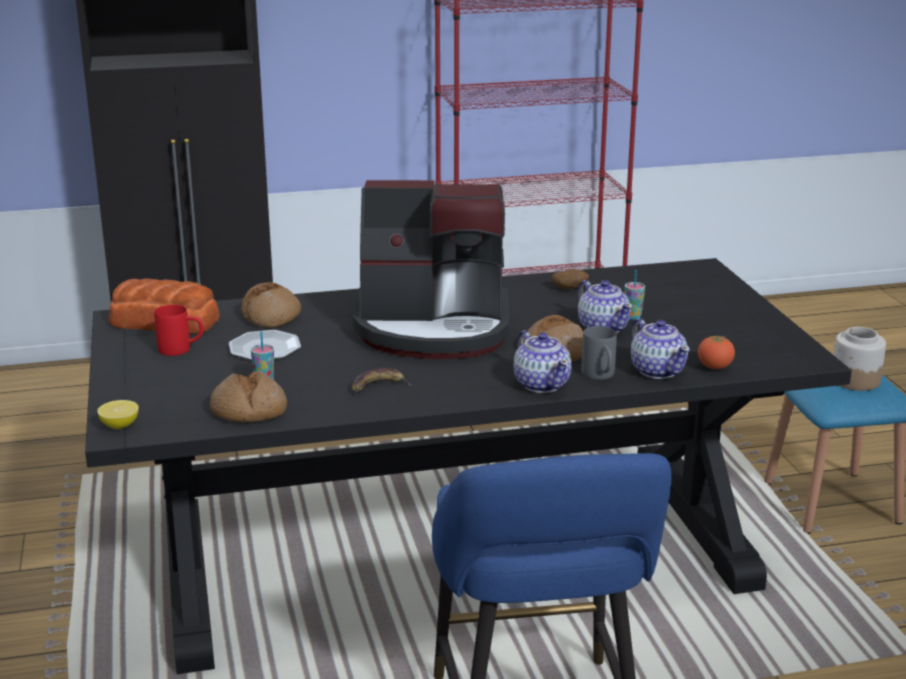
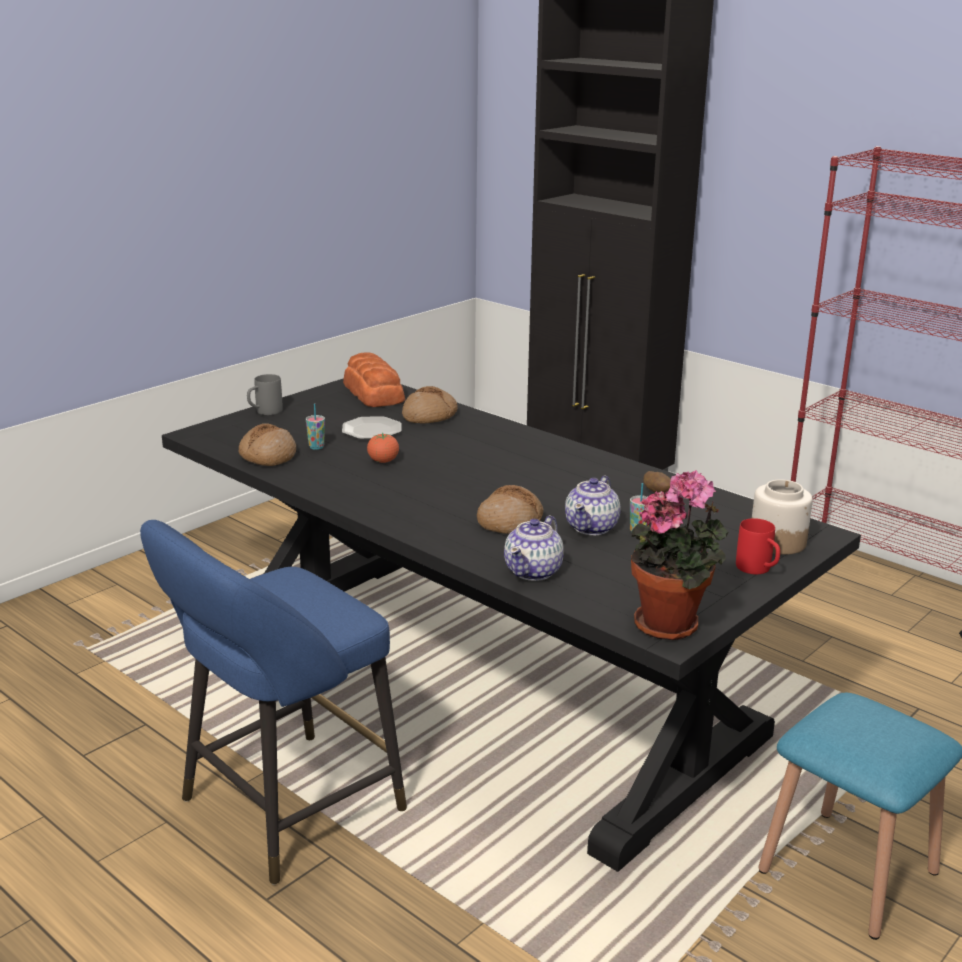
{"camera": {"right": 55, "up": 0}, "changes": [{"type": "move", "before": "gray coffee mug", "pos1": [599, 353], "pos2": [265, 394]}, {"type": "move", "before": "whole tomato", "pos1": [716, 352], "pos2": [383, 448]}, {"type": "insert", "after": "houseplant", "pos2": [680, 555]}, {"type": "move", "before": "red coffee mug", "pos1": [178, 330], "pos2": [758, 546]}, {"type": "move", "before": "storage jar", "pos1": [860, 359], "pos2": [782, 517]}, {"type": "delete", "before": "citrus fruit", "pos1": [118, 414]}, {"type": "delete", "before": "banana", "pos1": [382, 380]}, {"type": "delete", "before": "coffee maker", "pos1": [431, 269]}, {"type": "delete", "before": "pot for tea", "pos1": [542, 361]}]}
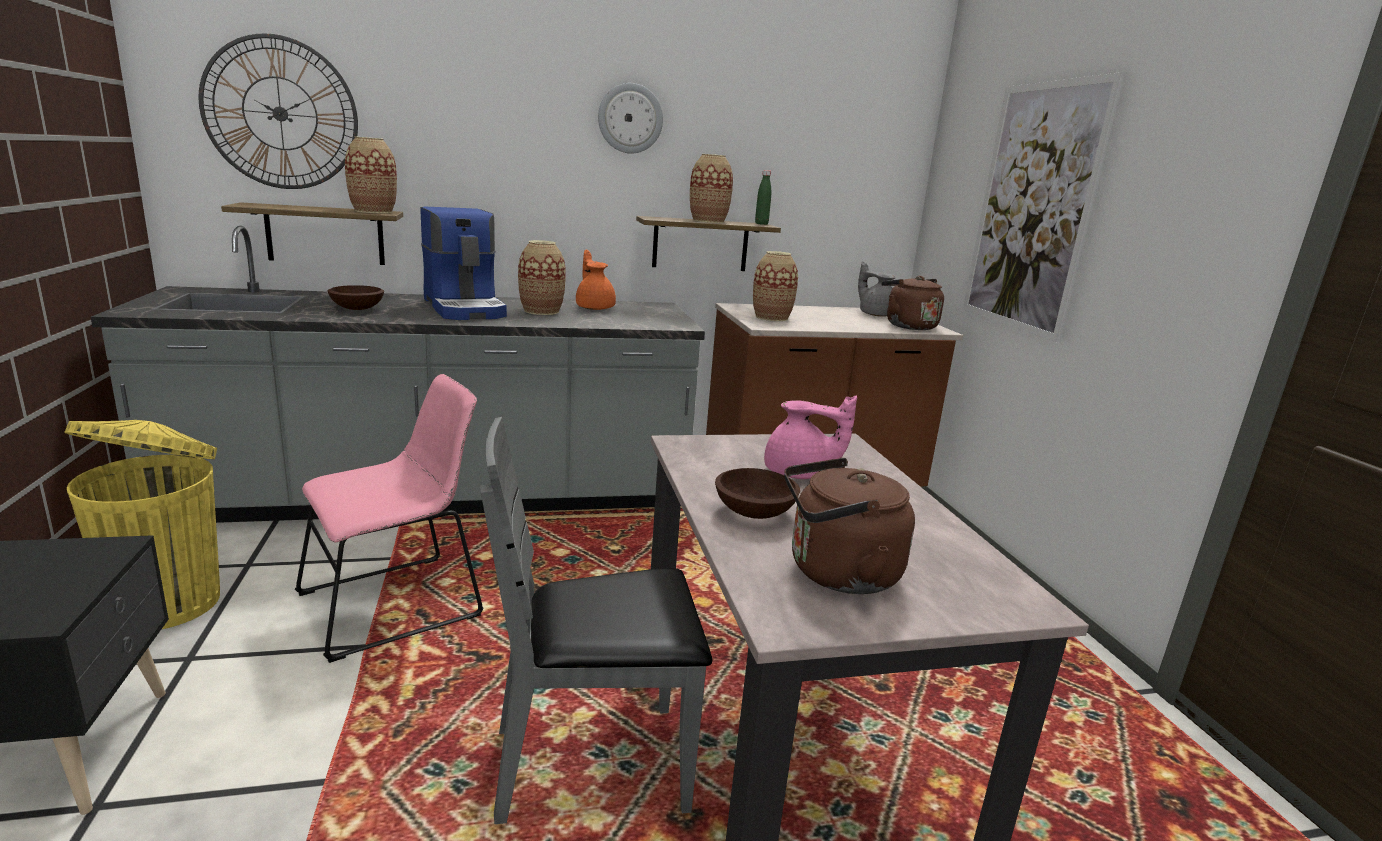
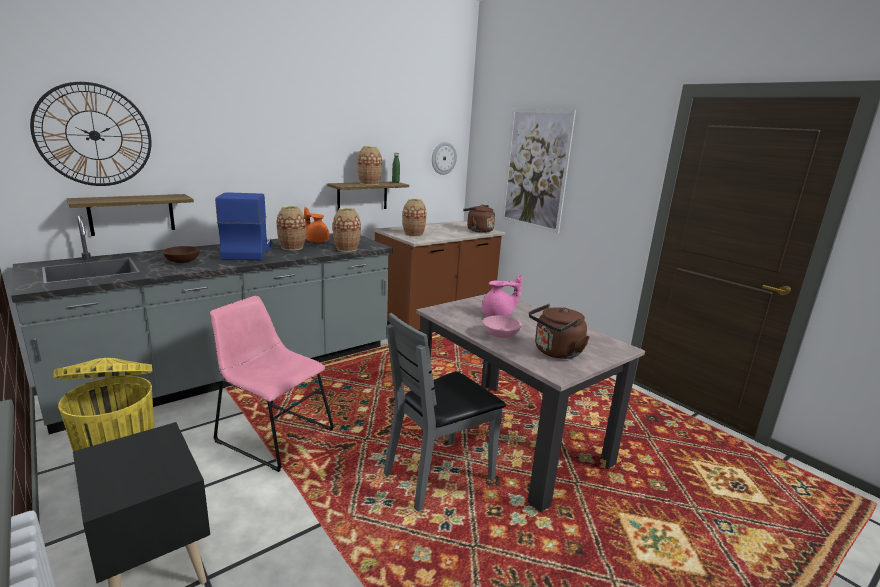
{"camera": {"right": -25, "up": 0}, "changes": [{"type": "rotate", "before": "pink upright chair", "pos1": [389, 518], "pos2": [272, 384], "turn": -90}, {"type": "rotate", "before": "coffee maker", "pos1": [464, 263], "pos2": [243, 226], "turn": -135}, {"type": "move", "before": "decorative vase", "pos1": [371, 174], "pos2": [347, 229]}, {"type": "move", "before": "clock on the wall", "pos1": [630, 118], "pos2": [444, 158]}, {"type": "recolor", "before": "brown-coloured bowl", "after": "pink bowl", "pos1": [757, 493], "pos2": [502, 326]}, {"type": "delete", "before": "gray pot for tea", "pos1": [877, 289]}]}
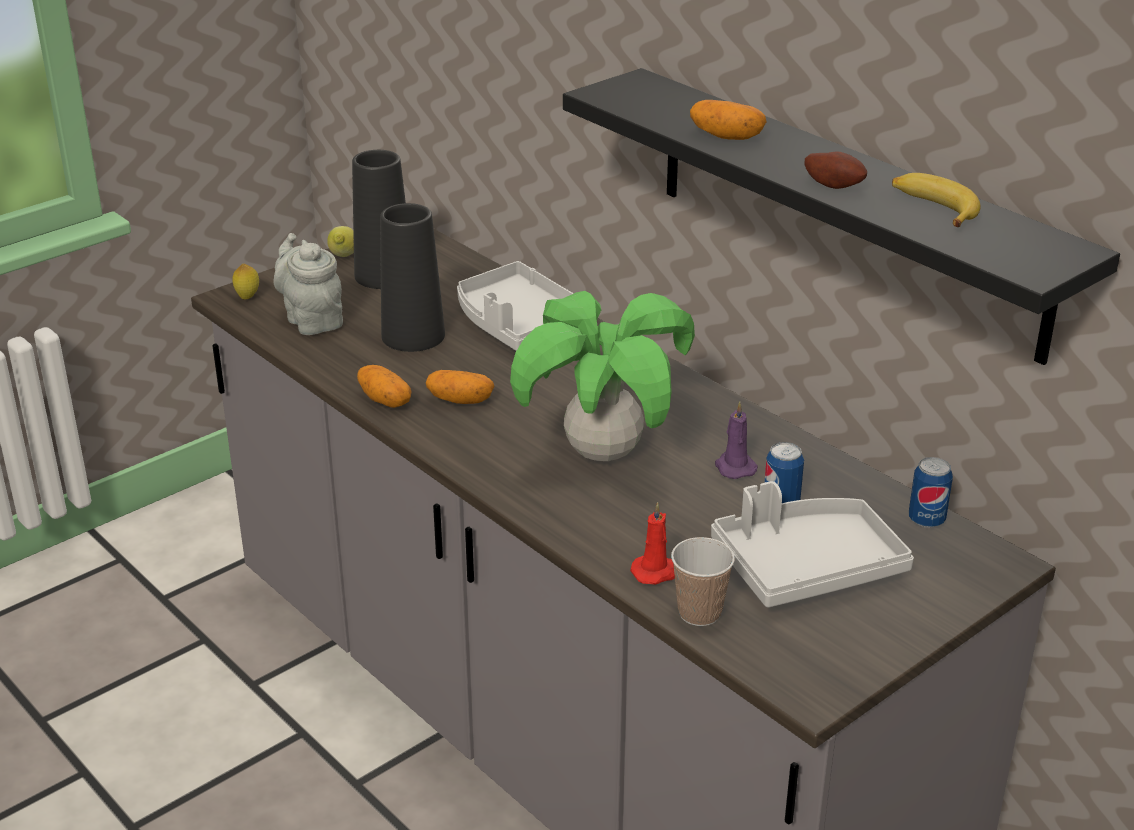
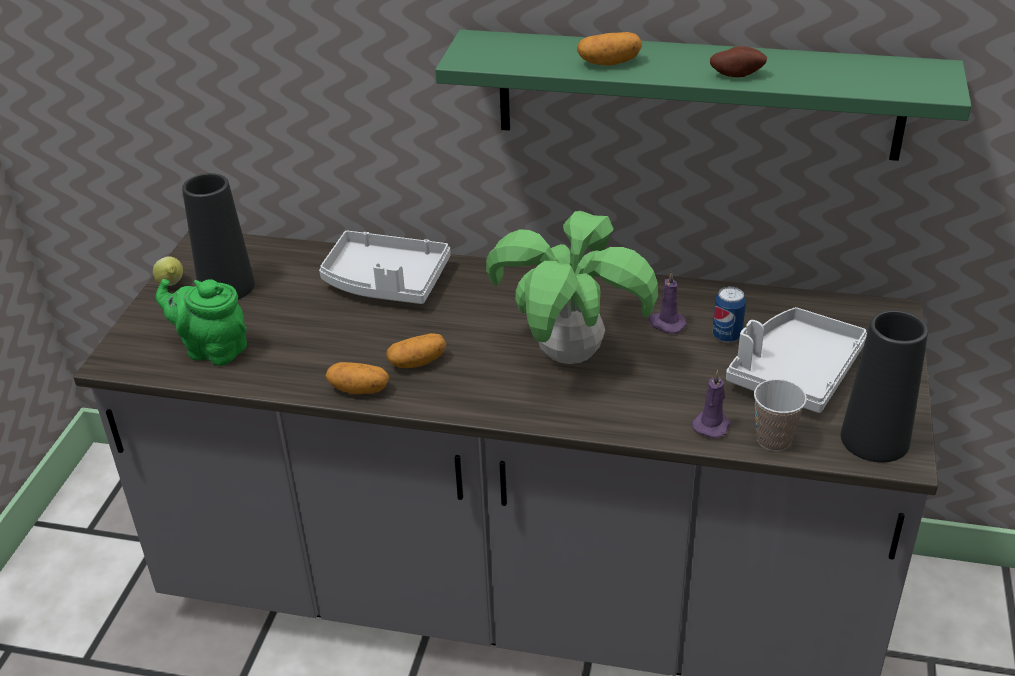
{"camera": {"right": -35, "up": 5}, "changes": [{"type": "recolor", "before": "gray pot for tea", "after": "green-coloured pot for tea", "pos1": [308, 284], "pos2": [201, 322]}, {"type": "recolor", "before": "black-coloured shelf", "after": "green-coloured shelf", "pos1": [841, 216], "pos2": [703, 95]}, {"type": "recolor", "before": "red wax light", "after": "purple-coloured wax light", "pos1": [652, 543], "pos2": [711, 404]}, {"type": "move", "before": "black-coloured decorative vase", "pos1": [412, 277], "pos2": [884, 386]}, {"type": "delete", "before": "citrus fruit", "pos1": [245, 282]}, {"type": "delete", "before": "banana", "pos1": [936, 200]}, {"type": "delete", "before": "can", "pos1": [931, 492]}]}
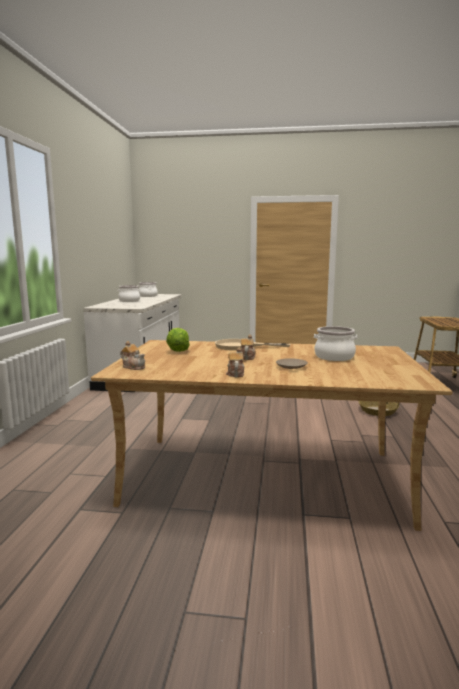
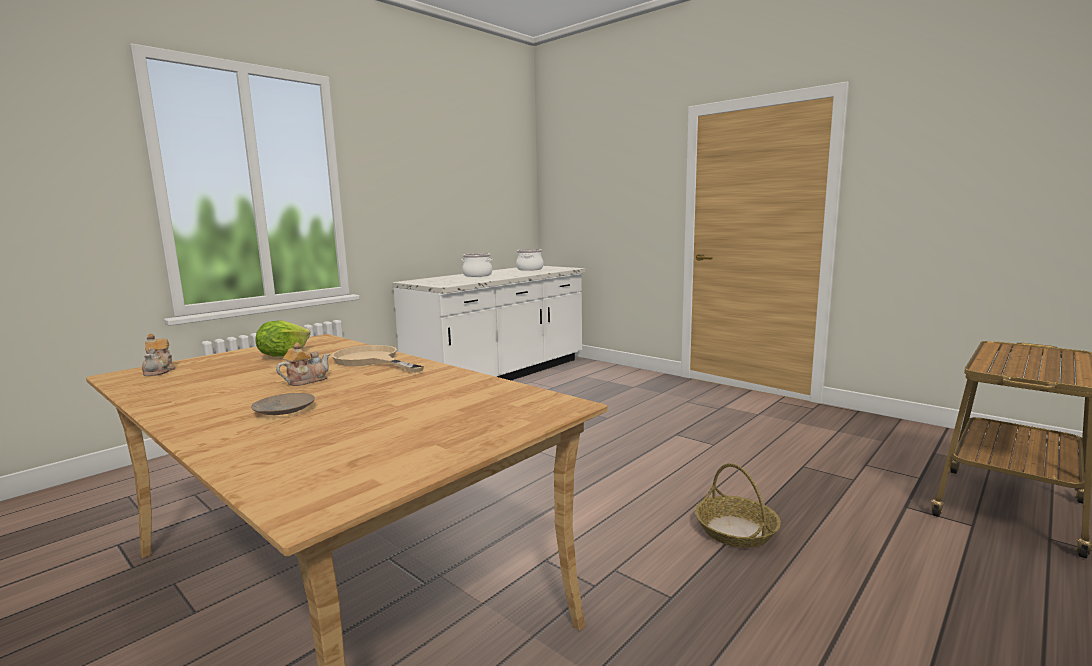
{"camera": {"right": 35, "up": 0}, "changes": [{"type": "delete", "before": "pot for tea", "pos1": [235, 362]}, {"type": "delete", "before": "cooking pot", "pos1": [336, 343]}]}
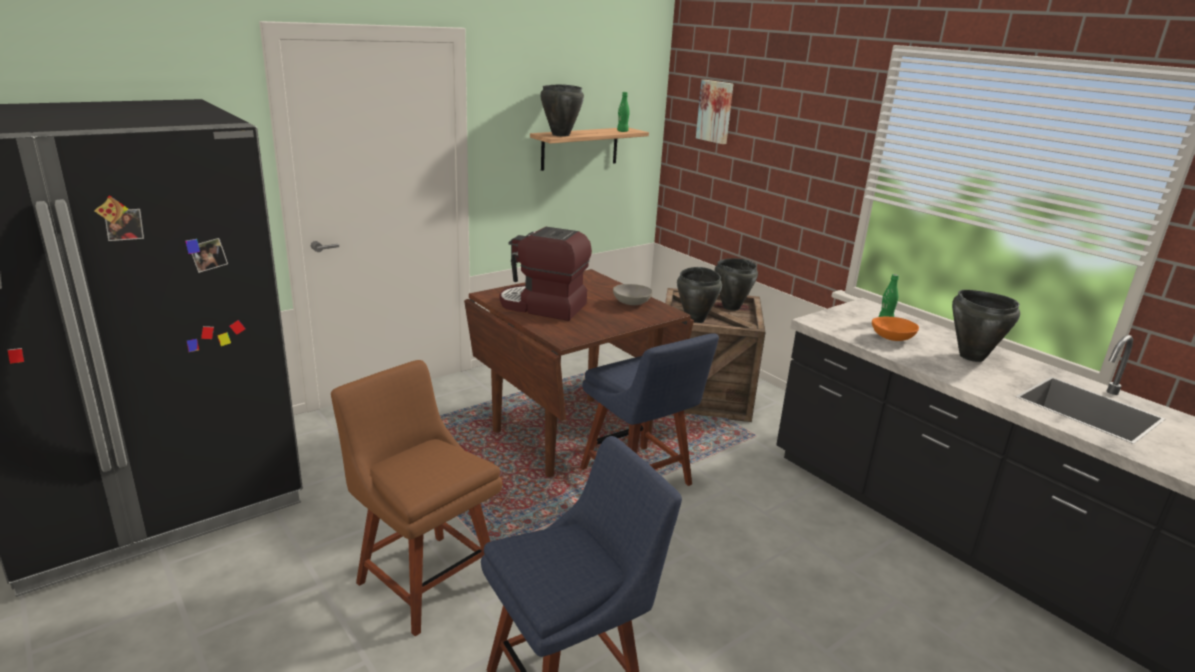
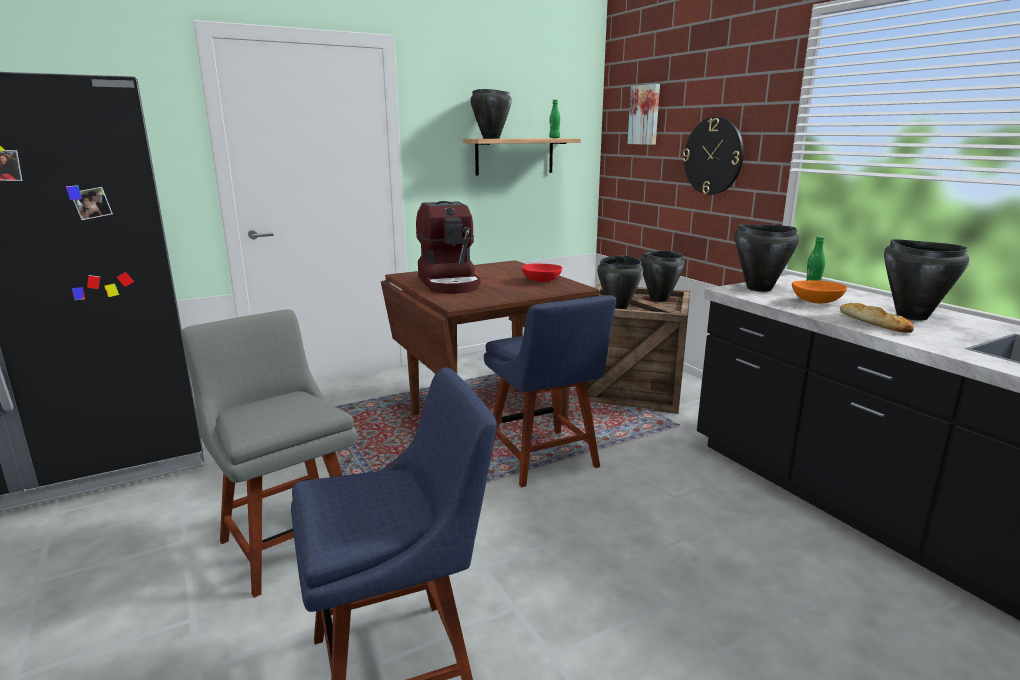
{"camera": {"right": 10, "up": -5}, "changes": [{"type": "recolor", "before": "brown-coloured upright chair", "after": "gray upright chair", "pos1": [417, 498], "pos2": [269, 454]}, {"type": "rotate", "before": "coffee maker", "pos1": [546, 274], "pos2": [448, 247], "turn": -135}, {"type": "recolor", "before": "gray bowl", "after": "red bowl", "pos1": [633, 294], "pos2": [542, 273]}, {"type": "insert", "after": "clock on the wall", "pos2": [713, 156]}, {"type": "insert", "after": "black-coloured cooking pot", "pos2": [767, 258]}, {"type": "insert", "after": "baked bread", "pos2": [877, 318]}]}
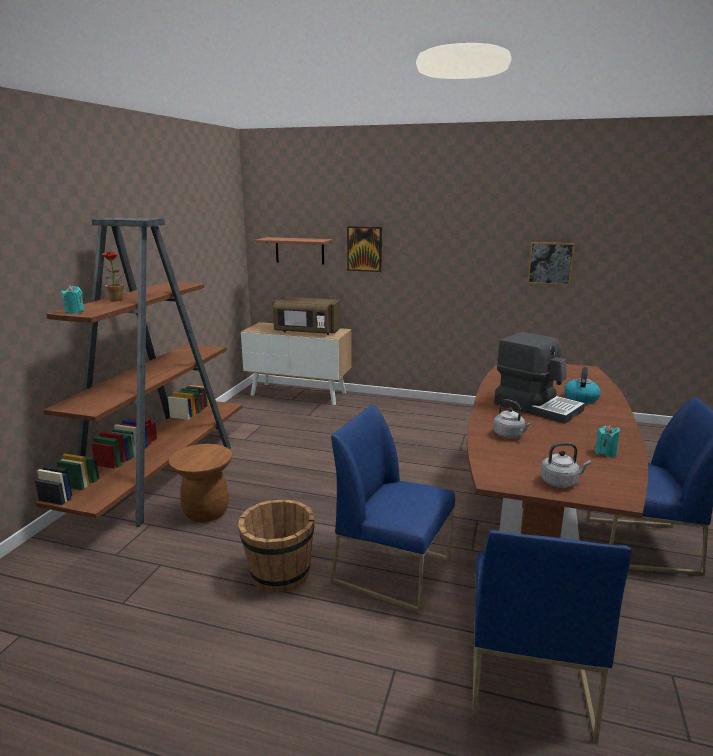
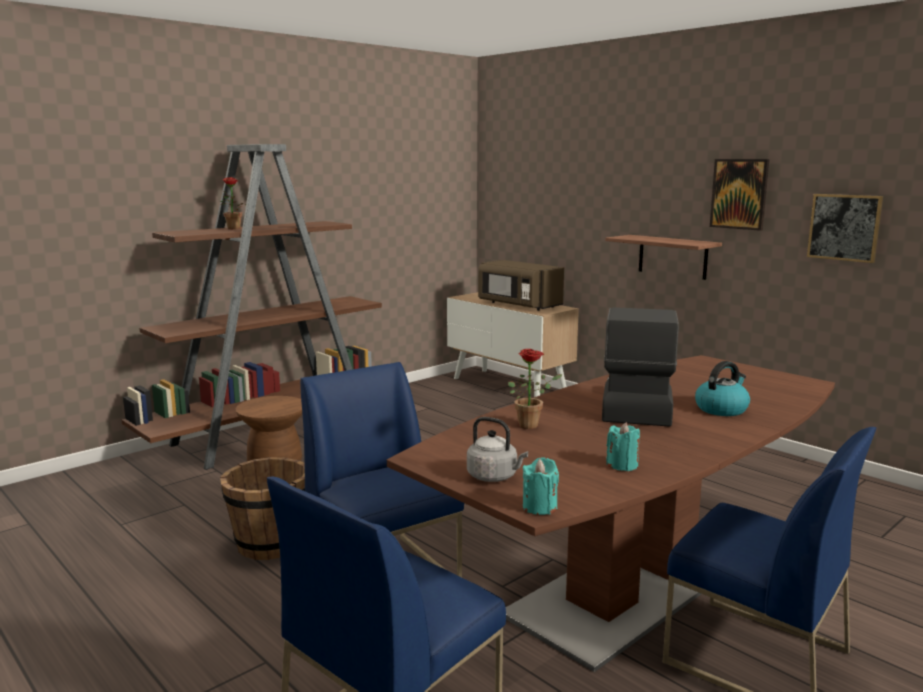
{"camera": {"right": 30, "up": -5}, "changes": [{"type": "replace", "before": "gray water kettle", "after": "houseplant", "pos1": [512, 418], "pos2": [535, 389]}, {"type": "move", "before": "turquoise wax light", "pos1": [73, 300], "pos2": [541, 486]}, {"type": "rotate", "before": "coffee maker", "pos1": [539, 378], "pos2": [640, 367], "turn": -150}, {"type": "move", "before": "shelf", "pos1": [293, 251], "pos2": [663, 257]}, {"type": "move", "before": "picture", "pos1": [364, 249], "pos2": [739, 195]}]}
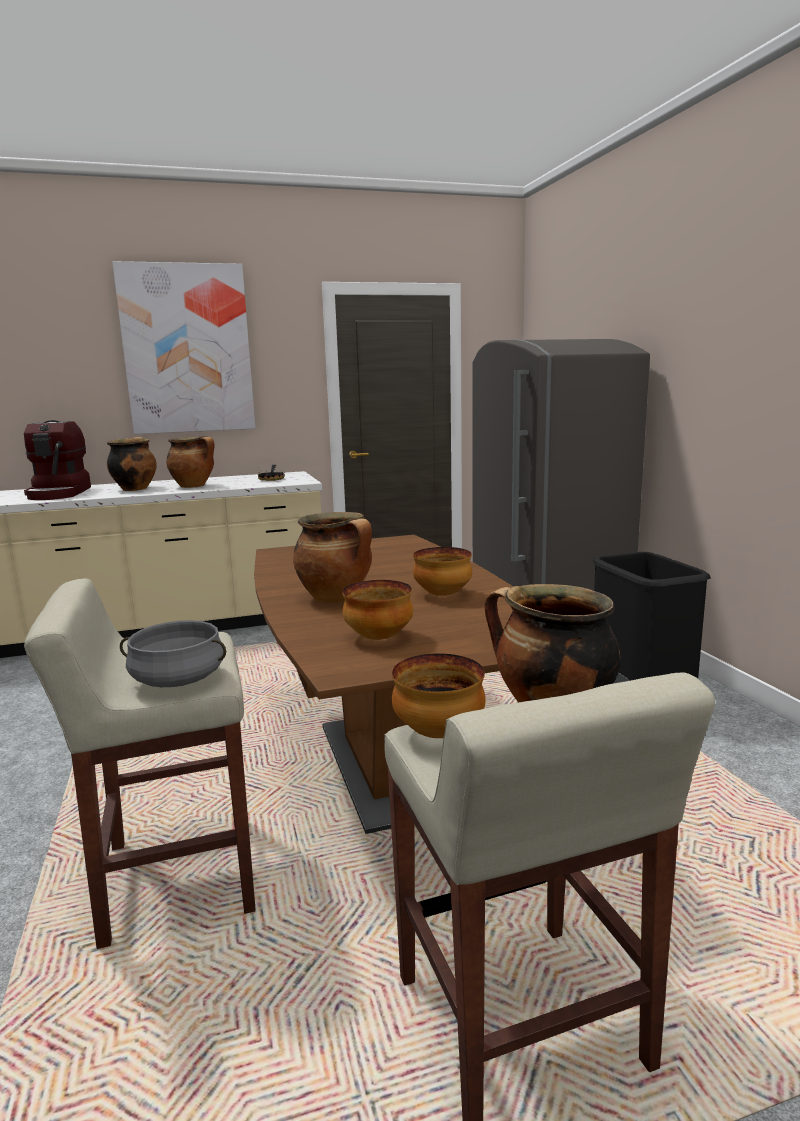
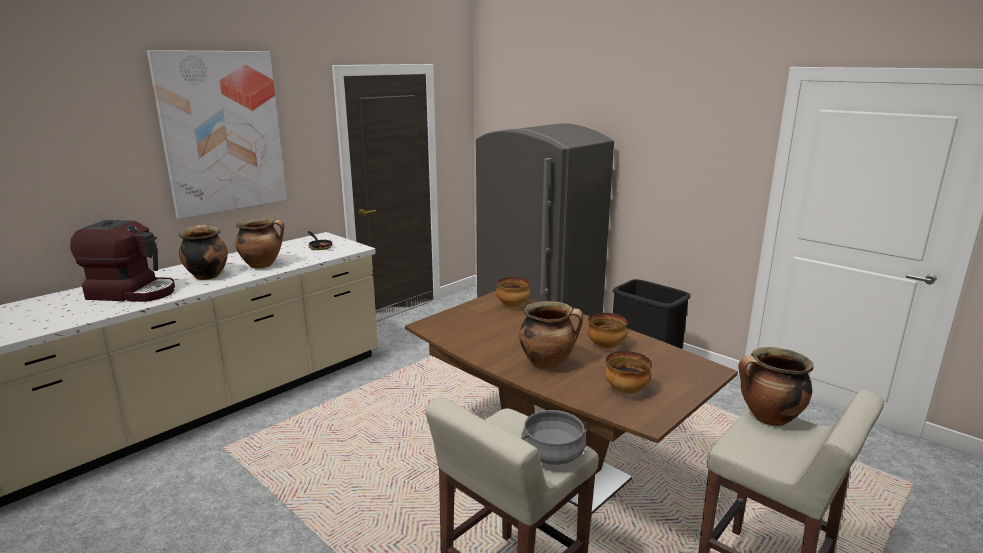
{"camera": {"right": -30, "up": 5}, "changes": [{"type": "rotate", "before": "coffee maker", "pos1": [57, 460], "pos2": [122, 261], "turn": -45}, {"type": "move", "before": "bowl", "pos1": [439, 695], "pos2": [513, 292]}]}
